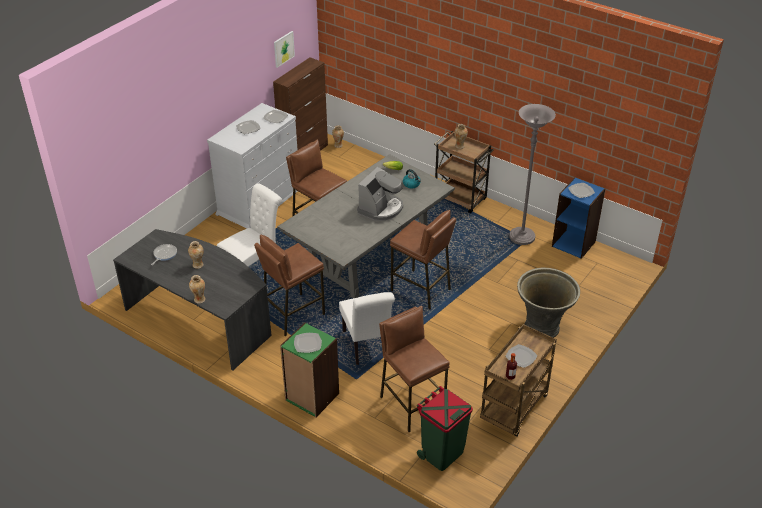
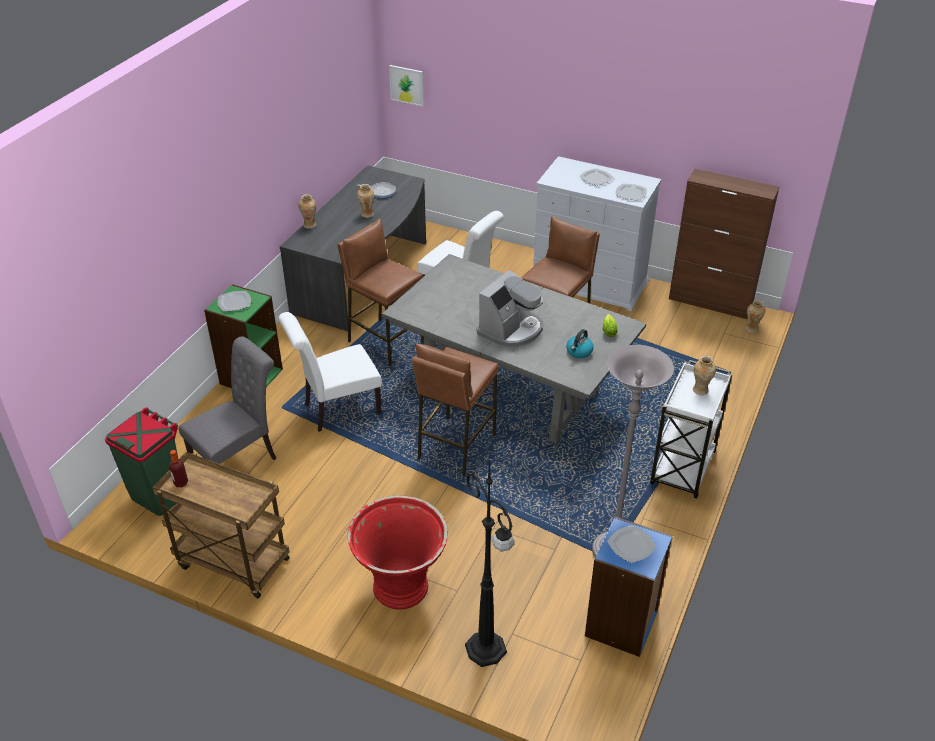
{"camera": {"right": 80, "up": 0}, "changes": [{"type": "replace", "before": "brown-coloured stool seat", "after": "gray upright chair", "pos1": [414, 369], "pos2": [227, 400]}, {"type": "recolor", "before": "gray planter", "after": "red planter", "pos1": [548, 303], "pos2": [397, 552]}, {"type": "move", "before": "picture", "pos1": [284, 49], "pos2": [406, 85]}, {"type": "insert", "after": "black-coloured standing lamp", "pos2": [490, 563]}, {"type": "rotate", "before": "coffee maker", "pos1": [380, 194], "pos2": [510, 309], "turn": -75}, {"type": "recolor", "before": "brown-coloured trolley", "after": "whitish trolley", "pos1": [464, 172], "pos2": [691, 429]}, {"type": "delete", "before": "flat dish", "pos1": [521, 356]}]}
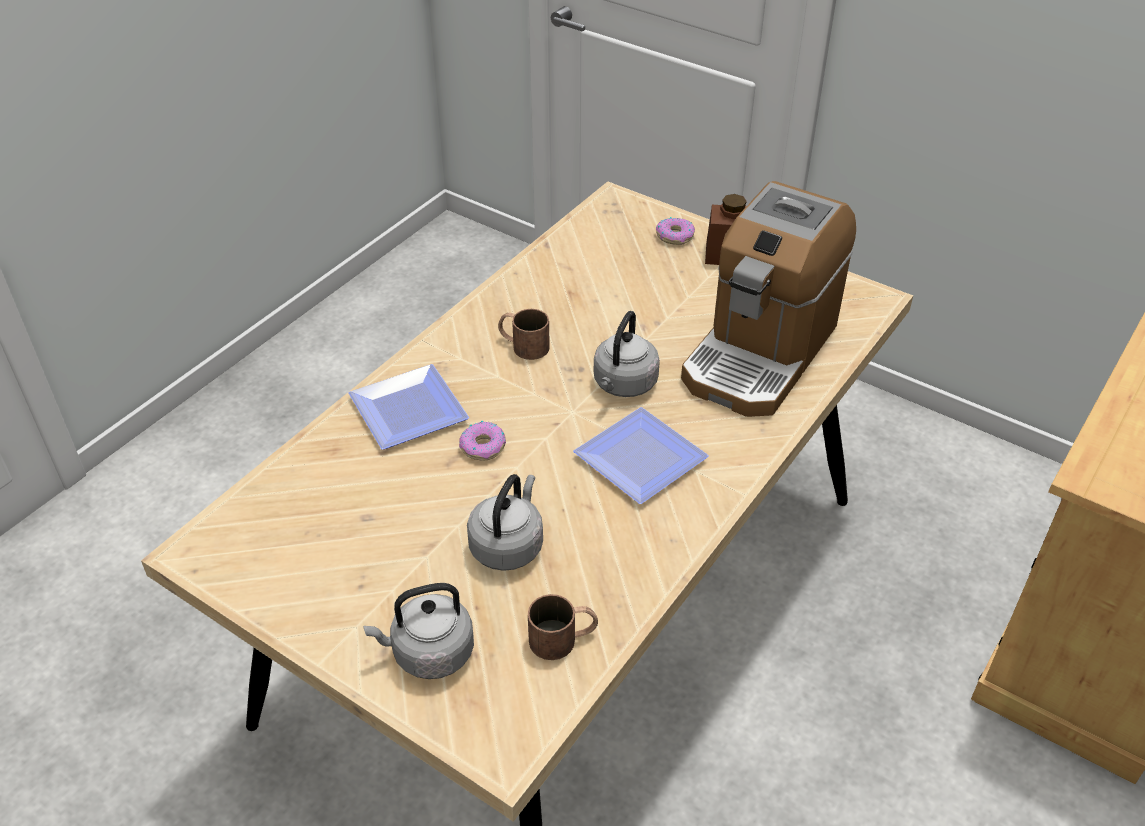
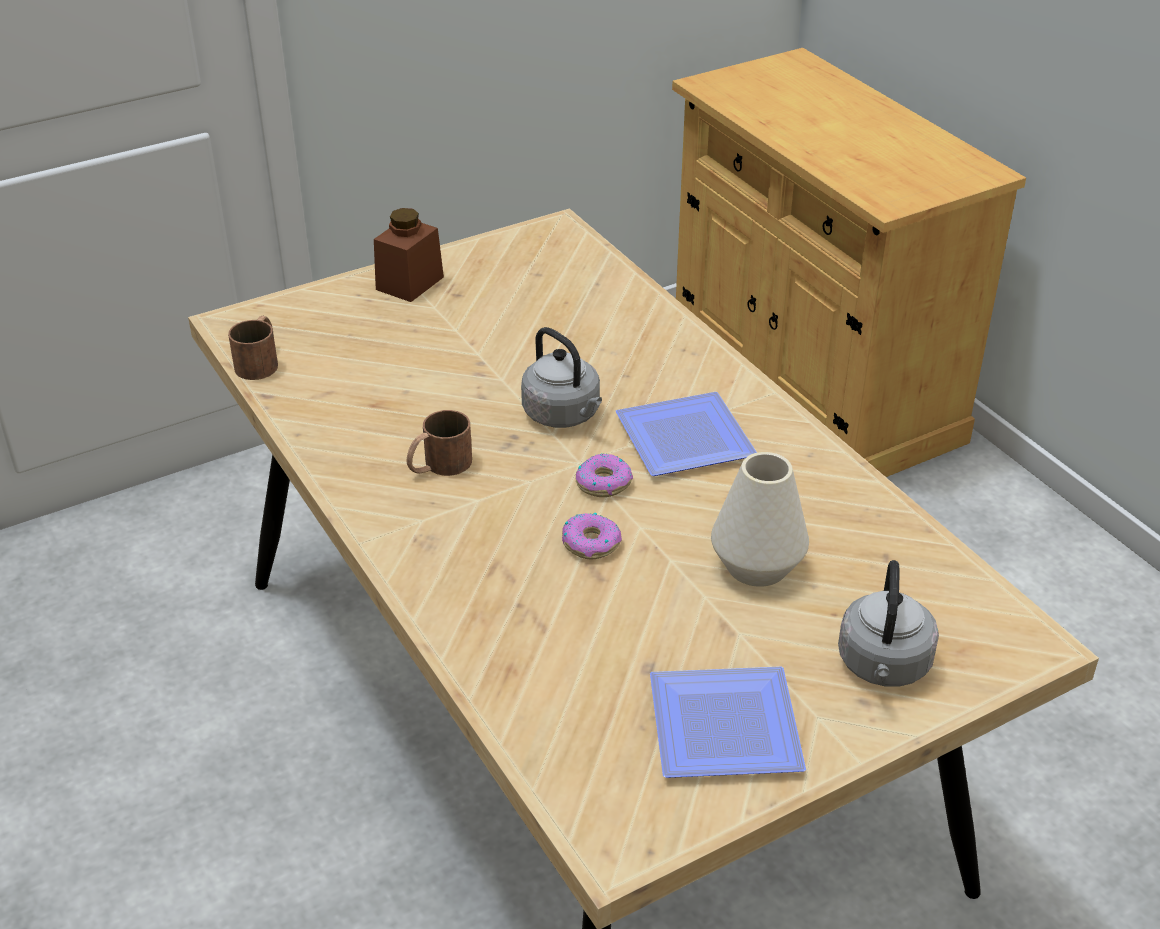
{"camera": {"right": -65, "up": -5}, "changes": [{"type": "move", "before": "brown-coloured coffee mug", "pos1": [563, 627], "pos2": [253, 348]}, {"type": "move", "before": "donut", "pos1": [675, 231], "pos2": [604, 475]}, {"type": "move", "before": "flat dish", "pos1": [409, 407], "pos2": [728, 722]}, {"type": "replace", "before": "gray water kettle", "after": "whitish decorative vase", "pos1": [505, 522], "pos2": [760, 519]}, {"type": "delete", "before": "coffee maker", "pos1": [768, 299]}]}
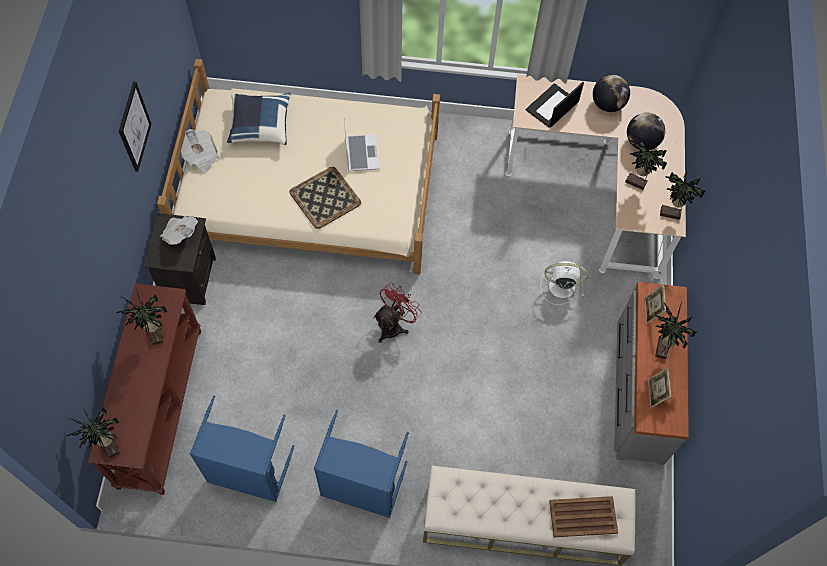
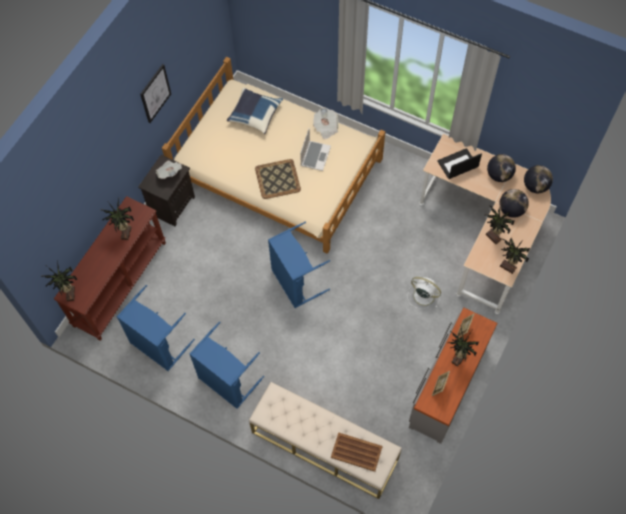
{"camera": {"right": 25, "up": 0}, "changes": [{"type": "replace", "before": "red electric fan", "after": "bluish washing basket", "pos1": [397, 313], "pos2": [299, 265]}, {"type": "move", "before": "printed paper", "pos1": [200, 150], "pos2": [326, 123]}, {"type": "insert", "after": "desk globe", "pos2": [538, 179]}]}
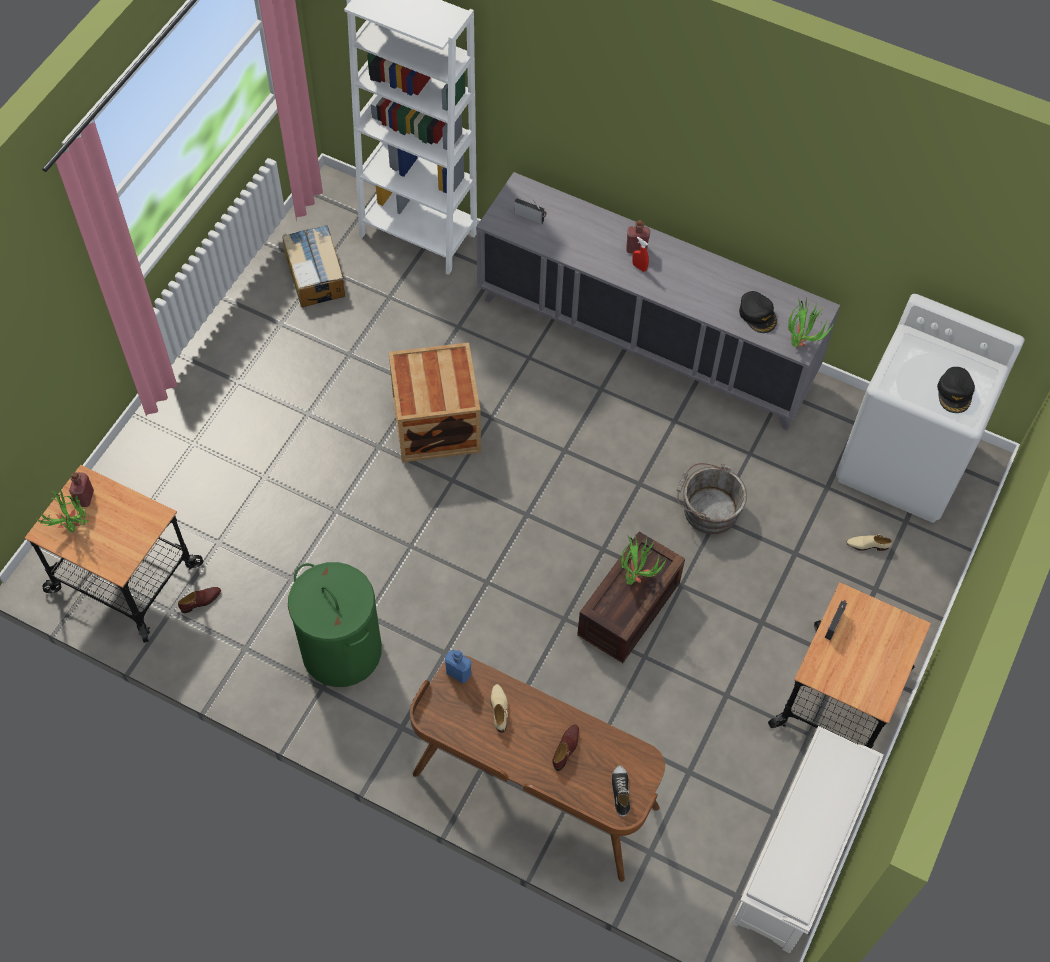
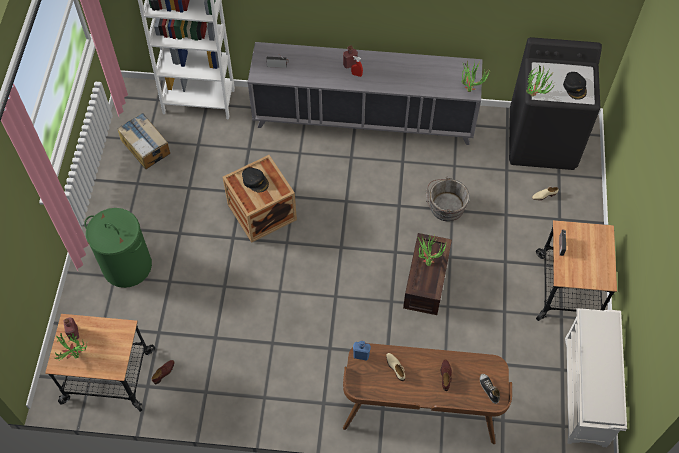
{"camera": {"right": -20, "up": 0}, "changes": [{"type": "move", "before": "green-coloured washing basket", "pos1": [335, 624], "pos2": [118, 248]}, {"type": "move", "before": "black-coloured peaked cap", "pos1": [758, 312], "pos2": [255, 180]}, {"type": "recolor", "before": "whitish laundry appliance", "after": "black-coloured laundry appliance", "pos1": [930, 408], "pos2": [555, 103]}, {"type": "insert", "after": "houseplant", "pos2": [540, 81]}]}
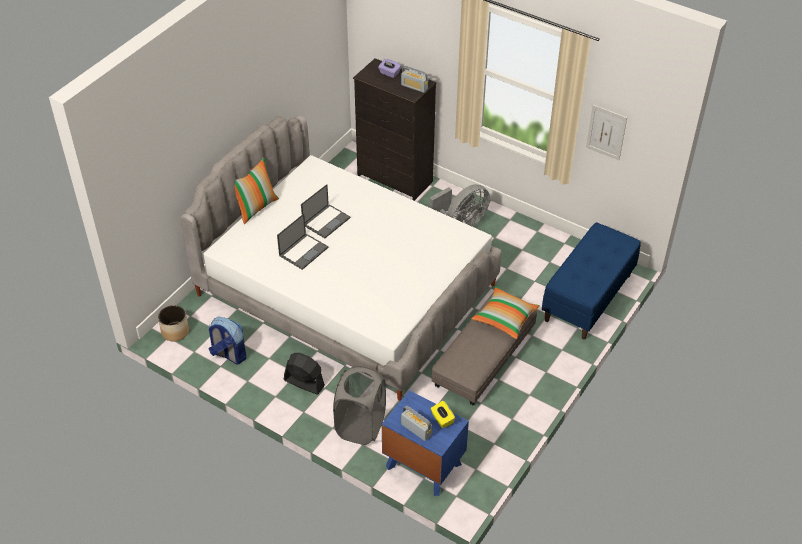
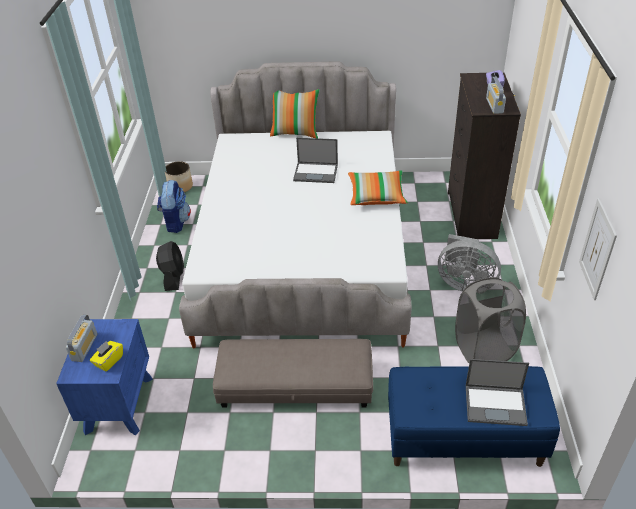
{"camera": {"right": 60, "up": -5}, "changes": [{"type": "move", "before": "pillow", "pos1": [505, 312], "pos2": [378, 187]}, {"type": "move", "before": "gray washing basket", "pos1": [359, 405], "pos2": [490, 320]}, {"type": "move", "before": "notebook computer", "pos1": [302, 242], "pos2": [497, 392]}]}
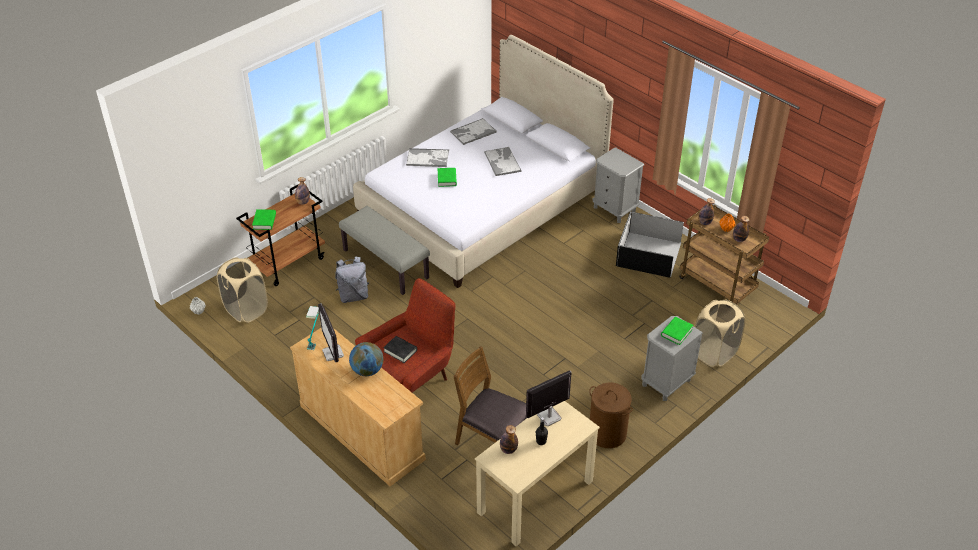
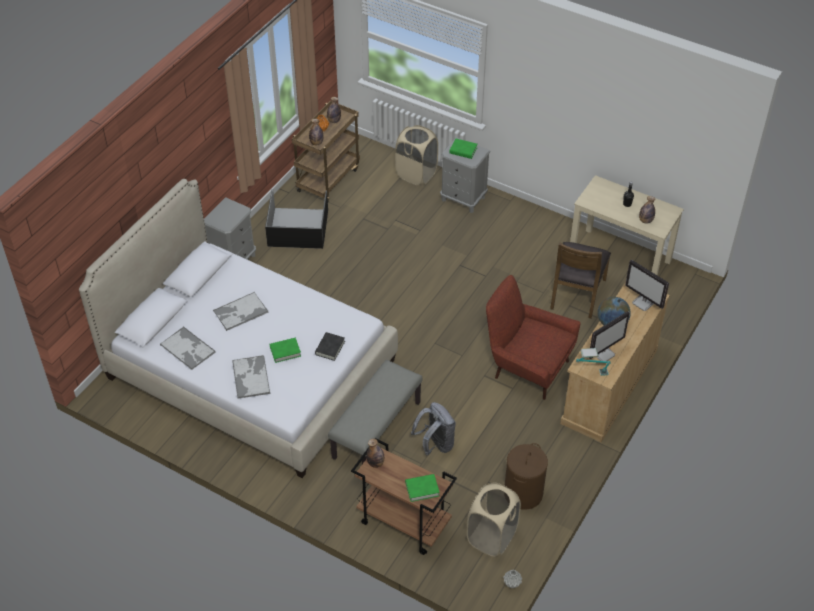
{"camera": {"right": -105, "up": 5}, "changes": [{"type": "move", "before": "black-coloured bound book", "pos1": [400, 349], "pos2": [330, 346]}, {"type": "move", "before": "brown-coloured washing basket", "pos1": [611, 415], "pos2": [526, 476]}, {"type": "move", "before": "monitor", "pos1": [548, 398], "pos2": [647, 285]}]}
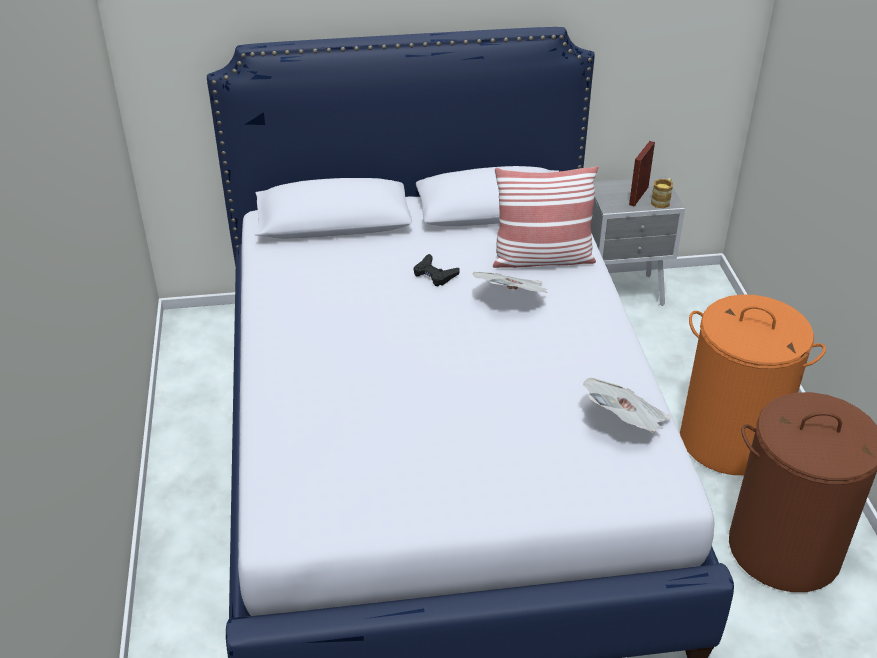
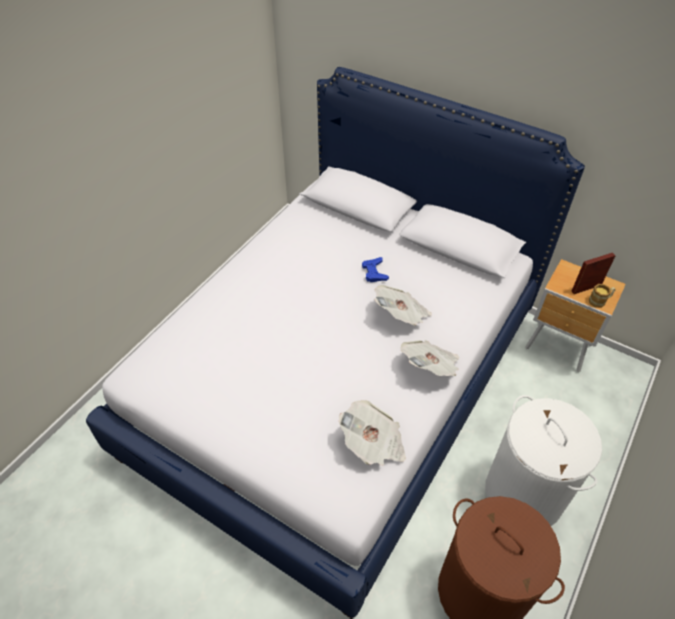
{"camera": {"right": 40, "up": 10}, "changes": [{"type": "recolor", "before": "black-coloured game controller", "after": "bluish game controller", "pos1": [436, 270], "pos2": [375, 269]}, {"type": "insert", "after": "printed paper", "pos2": [430, 358]}, {"type": "recolor", "before": "orange washing basket", "after": "whitish washing basket", "pos1": [753, 384], "pos2": [543, 460]}, {"type": "recolor", "before": "gray nightstand", "after": "brown-coloured nightstand", "pos1": [638, 241], "pos2": [575, 315]}, {"type": "delete", "before": "pillow", "pos1": [545, 217]}]}
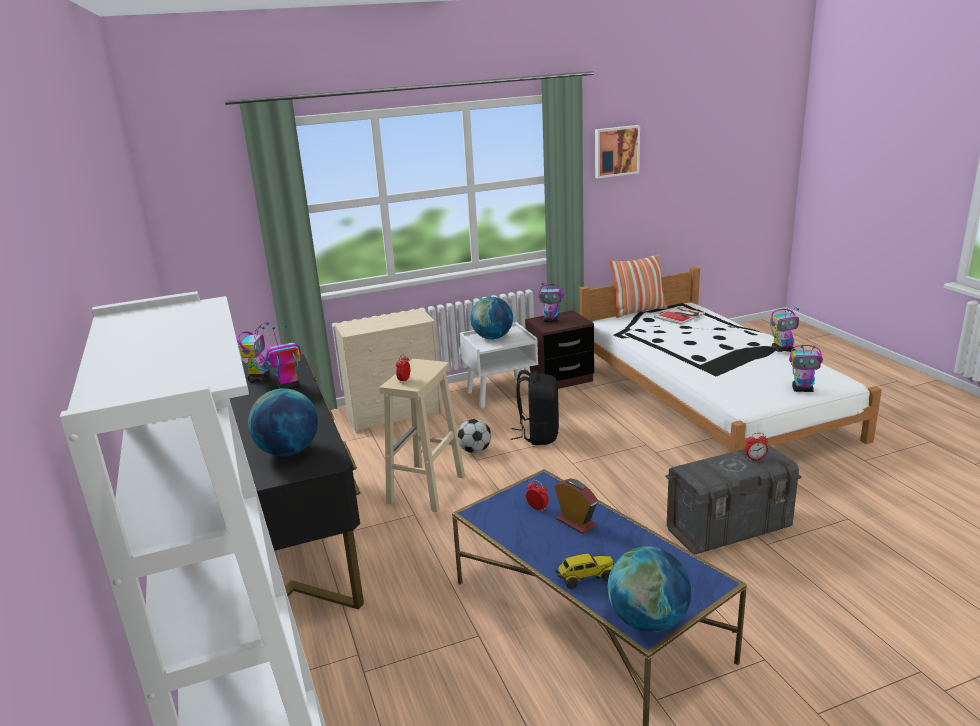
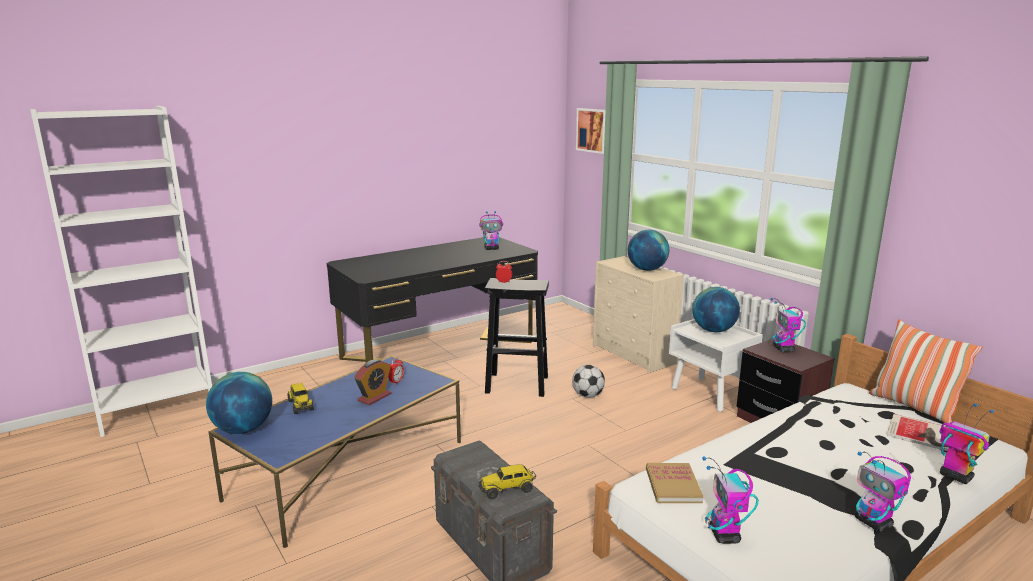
{"camera": {"right": 75, "up": -5}, "changes": [{"type": "replace", "before": "alarm clock", "after": "toy lorry", "pos1": [756, 447], "pos2": [507, 481]}, {"type": "recolor", "before": "beige stool seat", "after": "black-coloured stool seat", "pos1": [422, 435], "pos2": [517, 337]}, {"type": "move", "before": "picture", "pos1": [617, 151], "pos2": [591, 131]}, {"type": "move", "before": "desk globe", "pos1": [283, 422], "pos2": [648, 250]}, {"type": "insert", "after": "bound book", "pos2": [674, 483]}, {"type": "move", "before": "model robot", "pos1": [283, 357], "pos2": [967, 443]}, {"type": "delete", "before": "black-coloured knapsack", "pos1": [535, 407]}]}
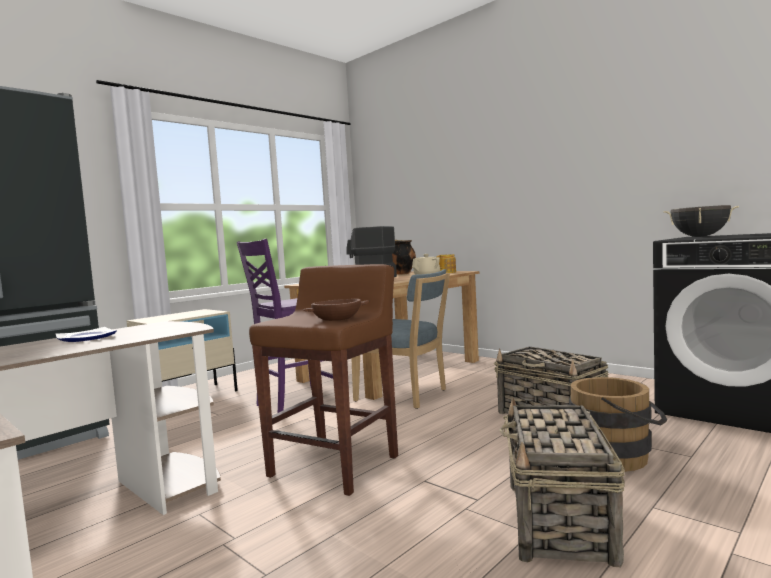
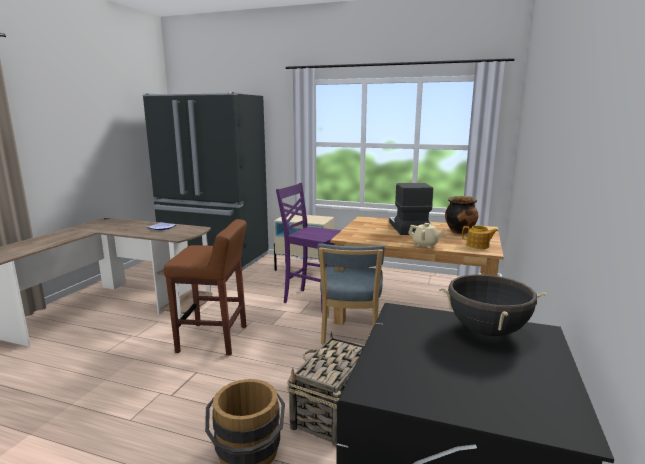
{"camera": {"right": 65, "up": 10}, "changes": [{"type": "delete", "before": "brown-coloured bowl", "pos1": [335, 310]}, {"type": "delete", "before": "storage basket", "pos1": [562, 482]}]}
